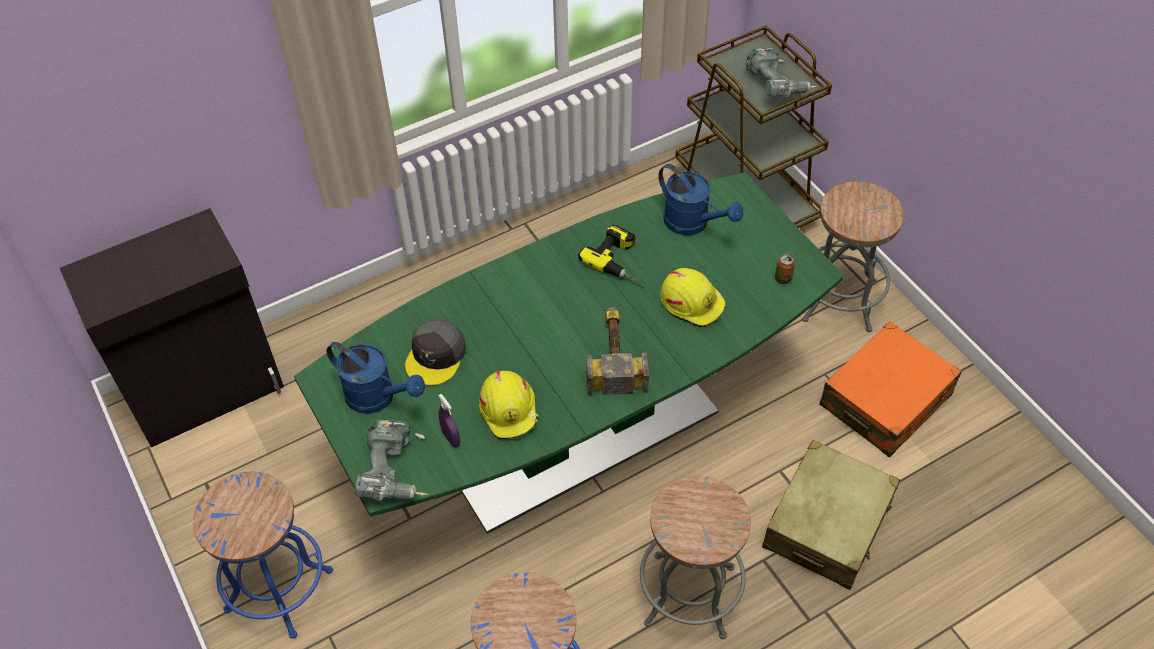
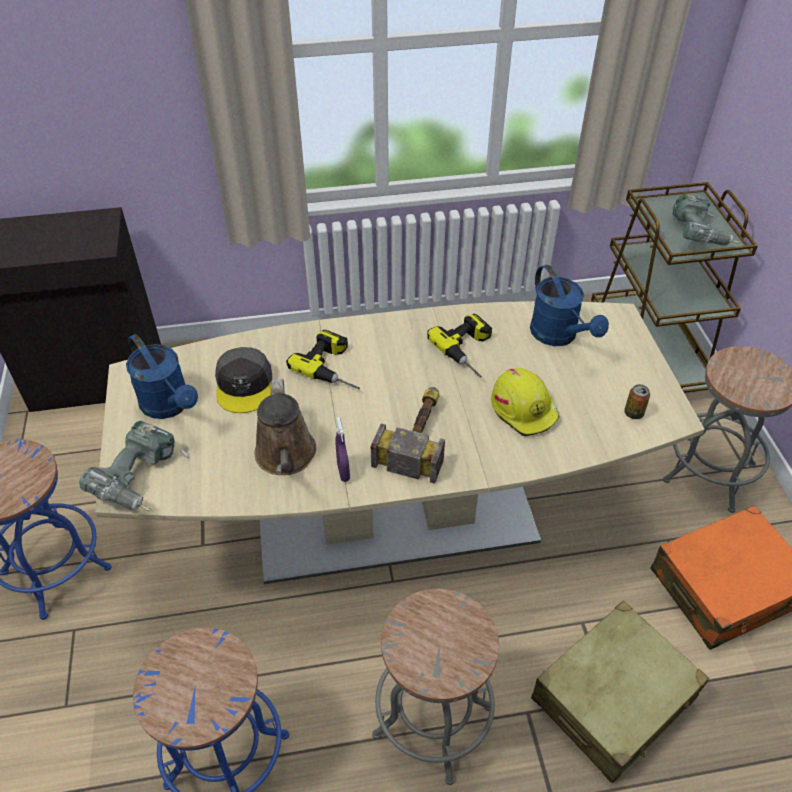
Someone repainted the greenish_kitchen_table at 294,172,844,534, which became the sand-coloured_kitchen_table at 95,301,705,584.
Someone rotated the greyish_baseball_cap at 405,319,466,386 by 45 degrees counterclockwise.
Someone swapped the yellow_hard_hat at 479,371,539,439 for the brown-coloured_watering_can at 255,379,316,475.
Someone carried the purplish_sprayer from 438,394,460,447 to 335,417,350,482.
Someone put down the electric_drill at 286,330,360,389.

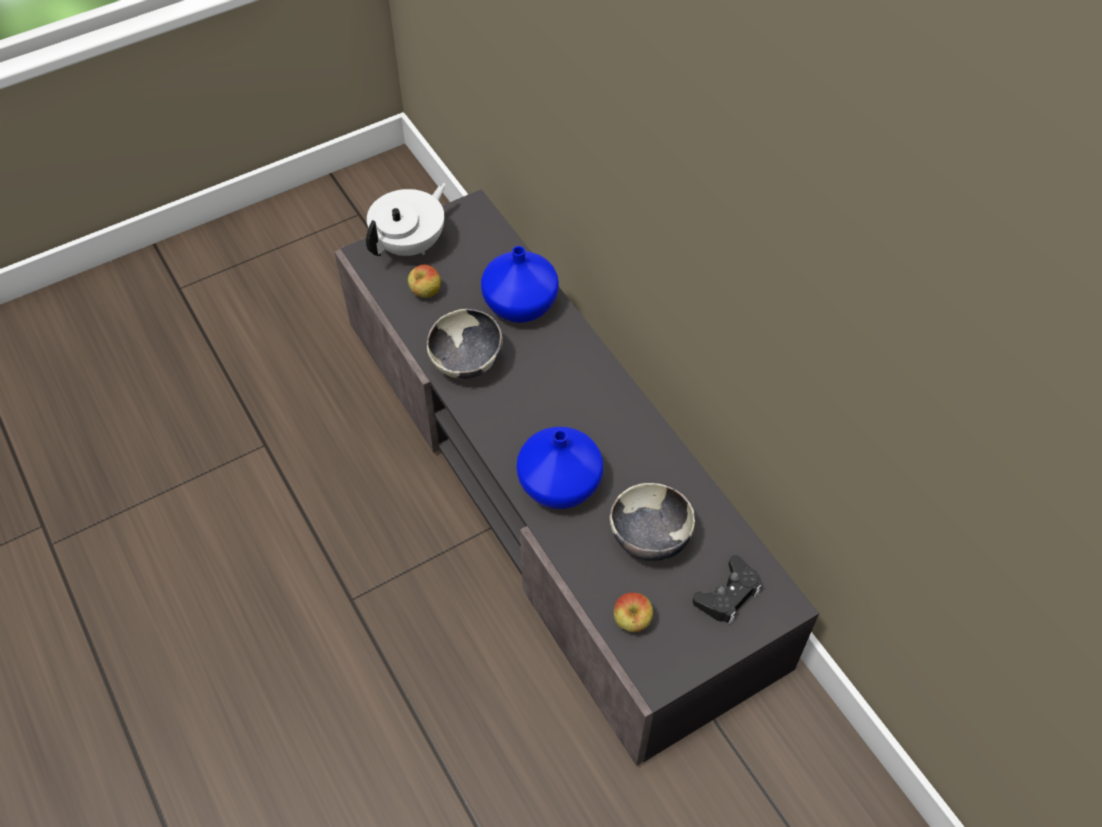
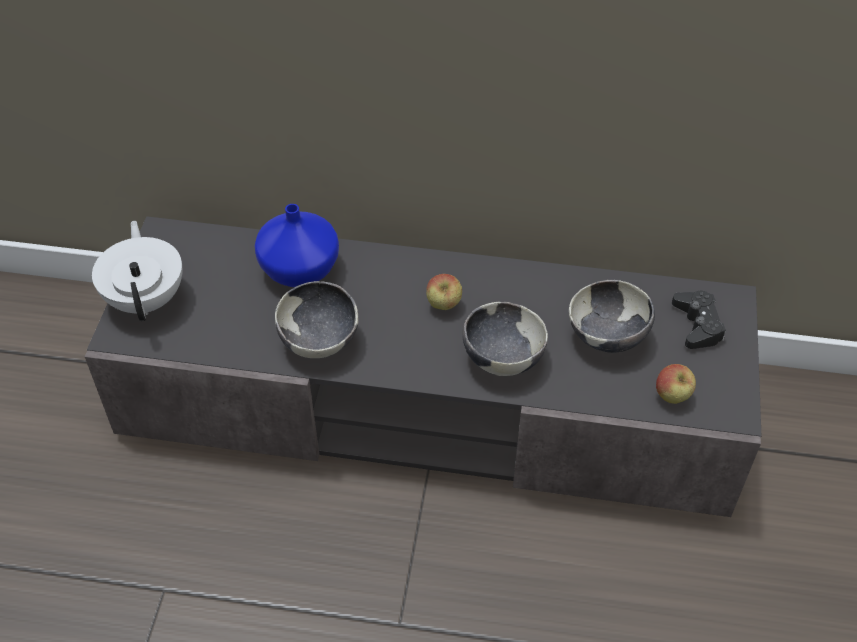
Someone carried the whole_apple from 408,265,441,298 to 426,274,462,310.
Someone swapped the blue_flower_vase at 516,427,603,509 for the deep_dish at 462,302,548,376.

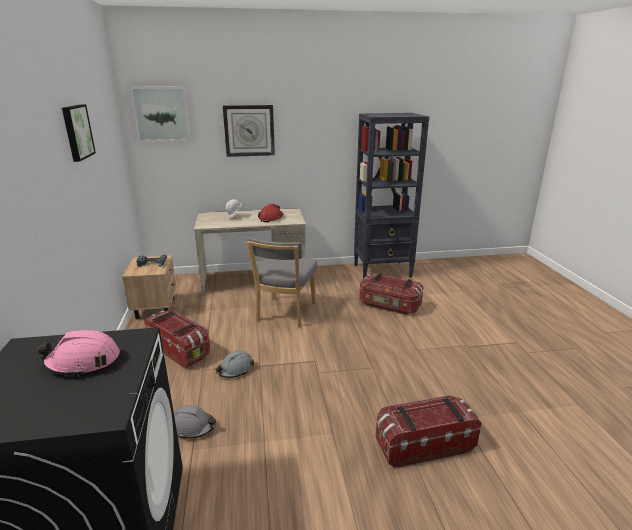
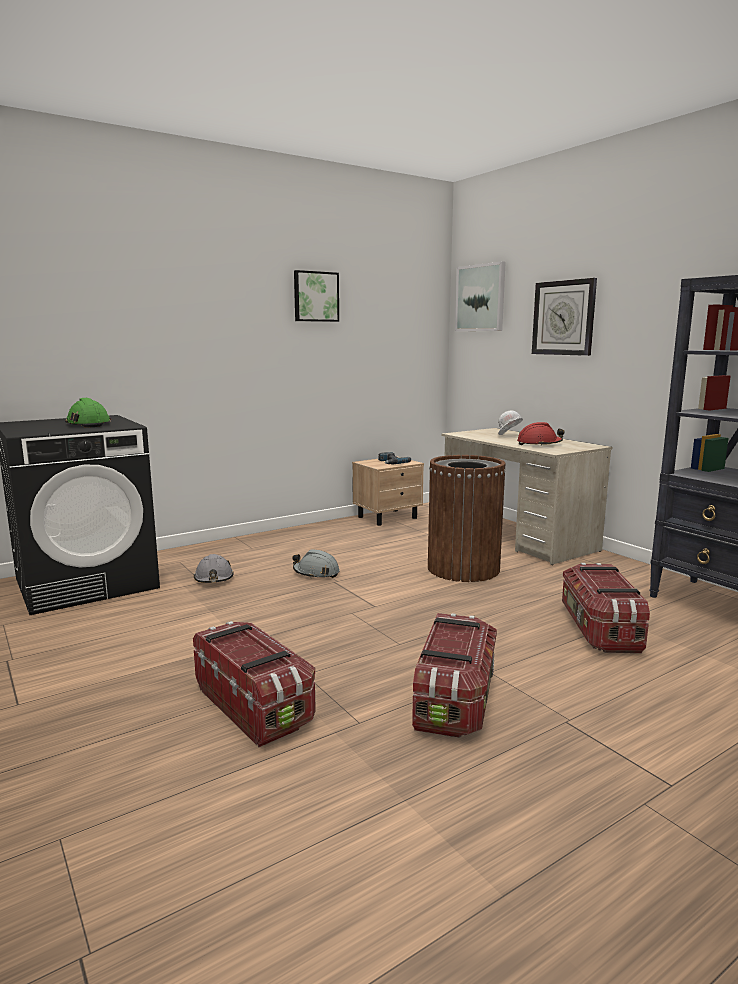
Someone swapped the greyish_plain_chair at 247,237,317,327 for the brown-coloured_waste_bin at 428,455,506,582.
Someone carried the storage_box from 144,310,210,368 to 412,613,497,738.
Someone repainted the pink_hard_hat at 38,330,120,377, which became the greenish_hard_hat at 65,398,111,428.

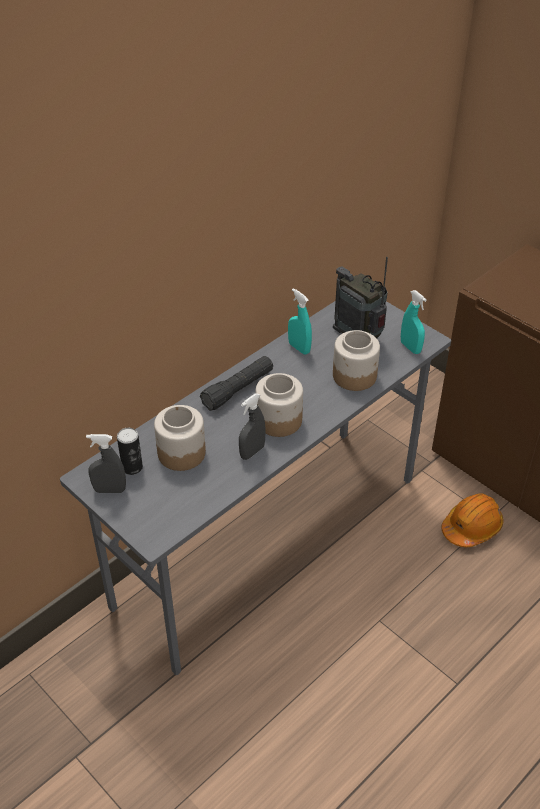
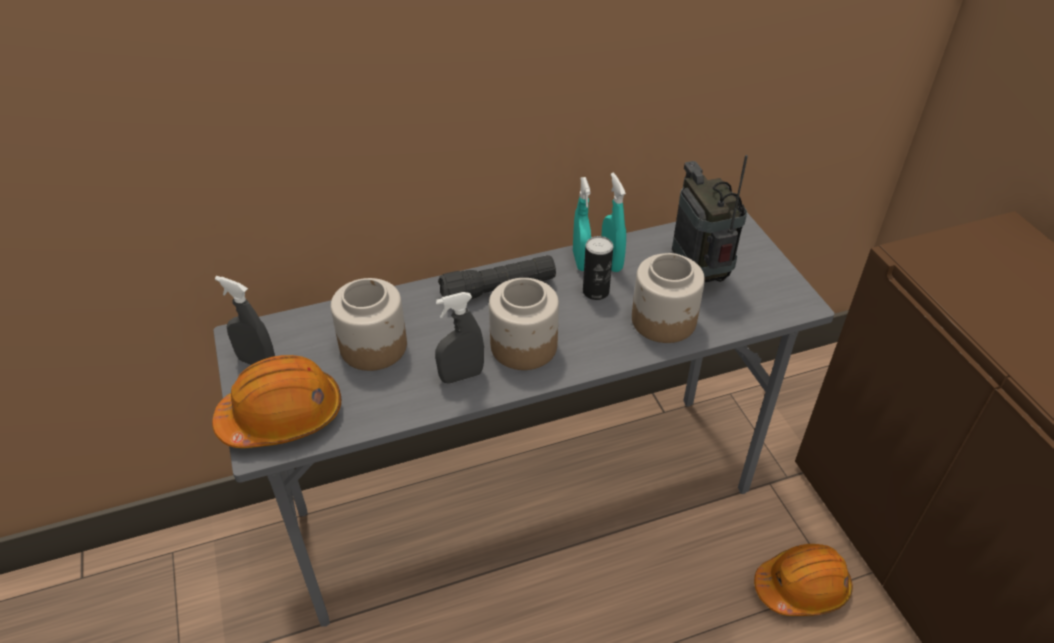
Someone carried the turquoise-coloured_sprayer from 401,290,427,354 to 573,177,591,271.
Someone carried the can from 117,428,143,475 to 583,236,613,300.
Someone put down the orange_hard_hat at 212,355,341,448.

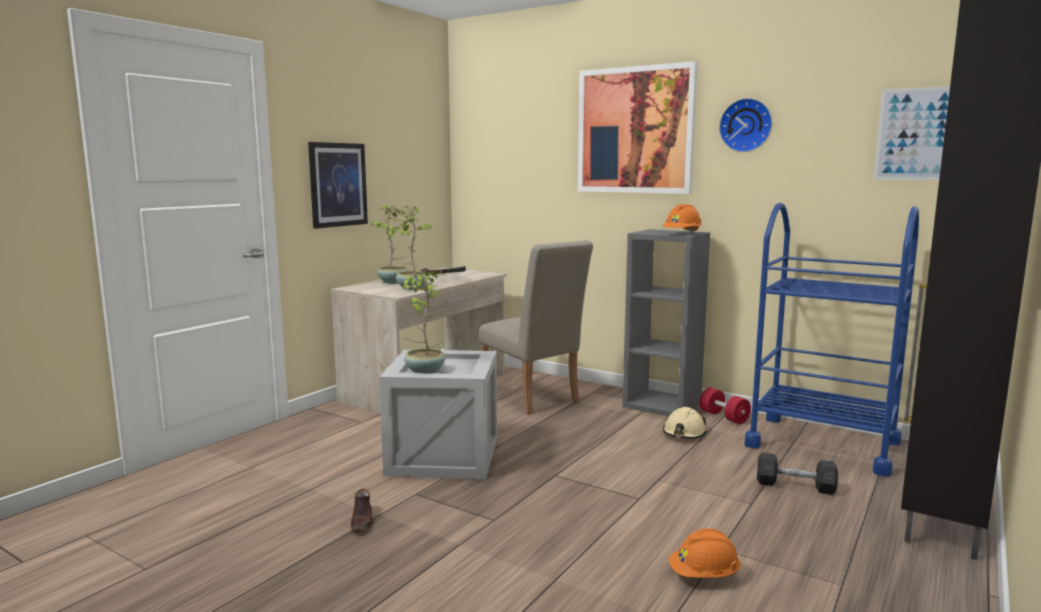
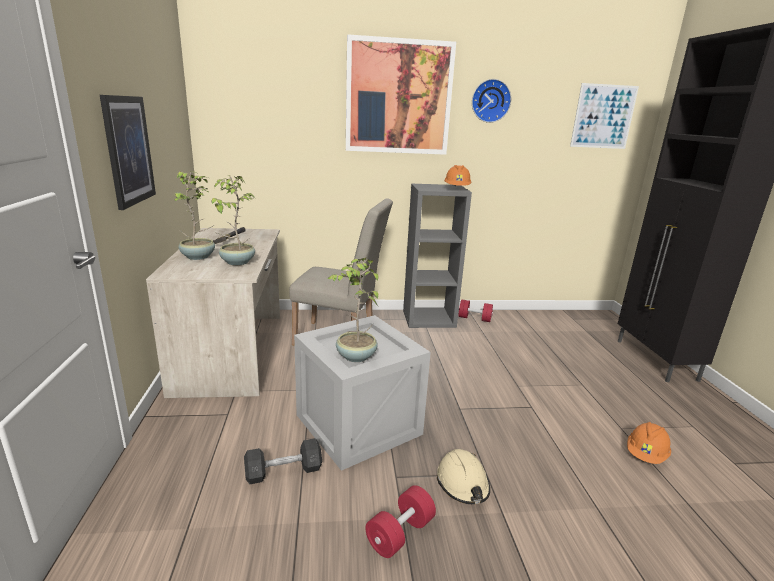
Someone took away the blue_cart at 745,203,919,477.
Someone carried the sand-coloured_hard_hat from 663,407,707,439 to 437,449,490,504.
Someone carried the greyish_free_weight from 757,452,838,495 to 244,438,322,484.
Someone swapped the brown-coloured_low_shoe at 351,489,373,530 for the red_free_weight at 365,485,436,558.

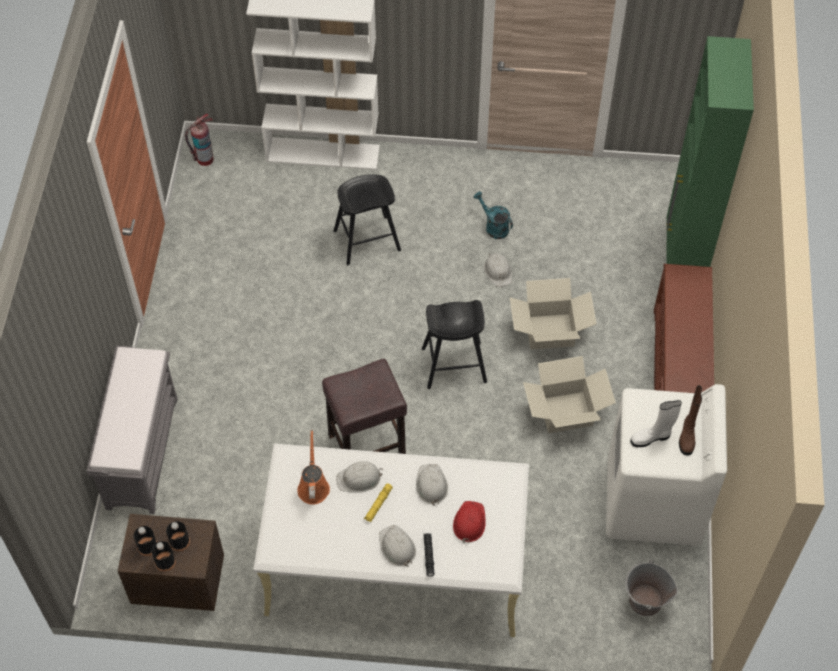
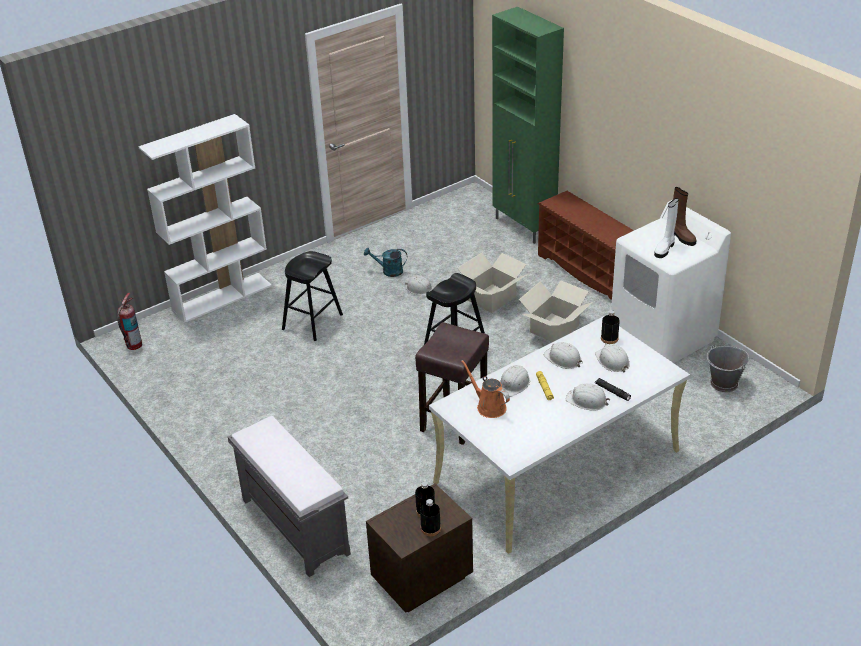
Someone repainted the red_hard_hat at 453,501,486,543, which became the whitish_hard_hat at 595,344,630,372.
Someone carried the black-coloured_drink_bottle from 134,526,157,556 to 601,310,620,344.

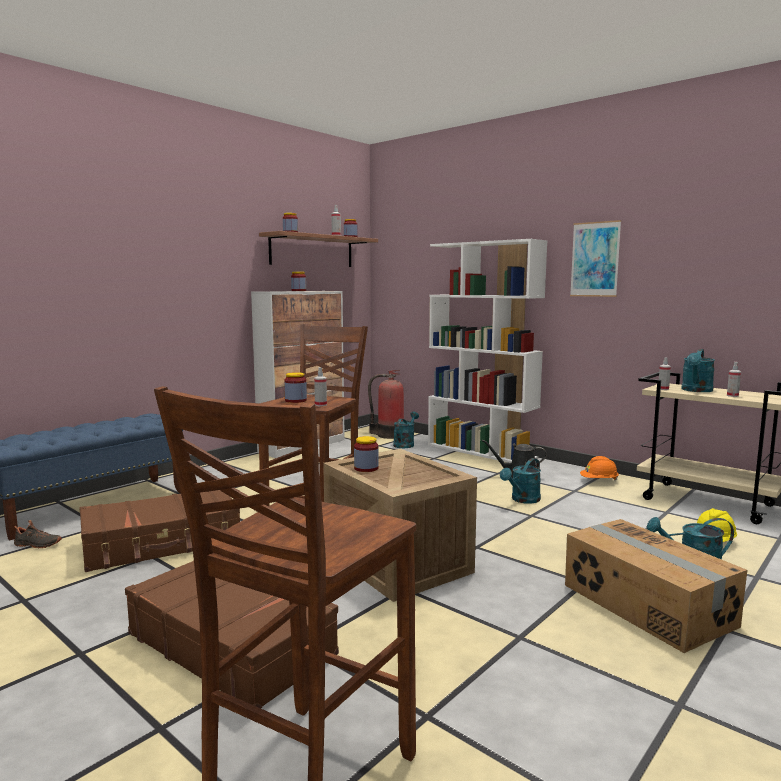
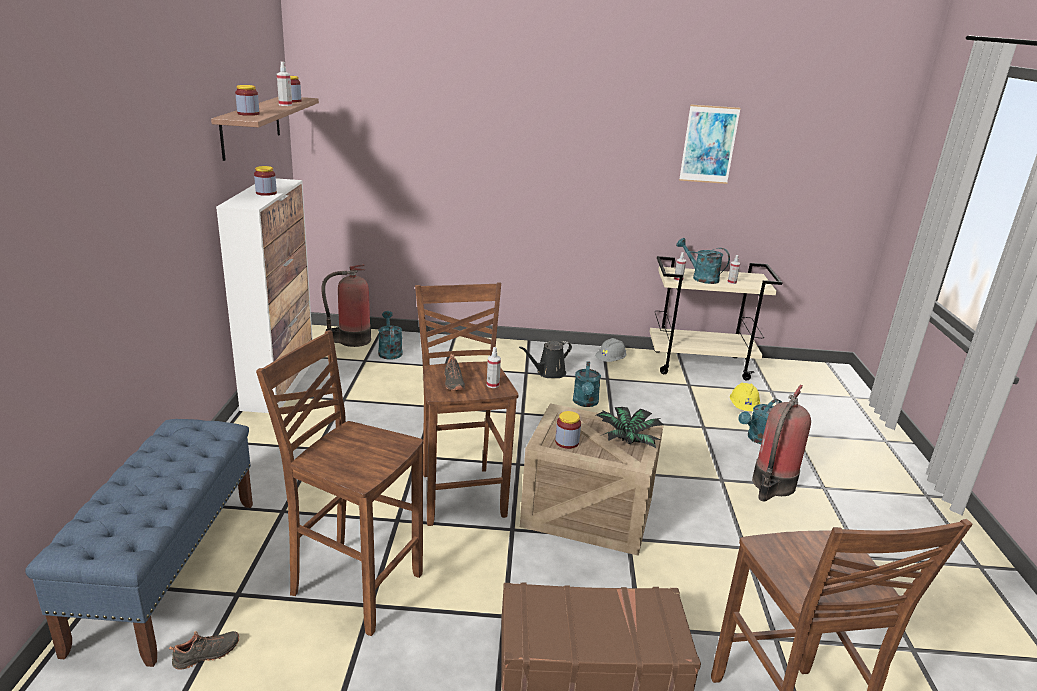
Someone carried the wall_picture from 570,220,621,297 to 679,104,741,184.
Someone took away the whitish_bookshelf at 428,239,547,463.
Someone rotated the turquoise-coloured_watering_can at 681,349,715,392 by 135 degrees clockwise.
Someone swapped the jar at 284,372,307,403 for the black-coloured_low_shoe at 444,354,465,390.
Someone repainted the orange_hard_hat at 580,456,619,481, which became the greyish_hard_hat at 595,338,626,362.
Someone swapped the brown-coloured_piece_of_luggage at 79,490,240,572 for the brown-coloured_stool_seat at 256,330,423,636.
Someone swapped the packing_box at 565,519,747,653 for the fire-fighting_cylinder at 752,385,811,502.
Someone put down the plant_in_a_pot at 596,407,663,448.

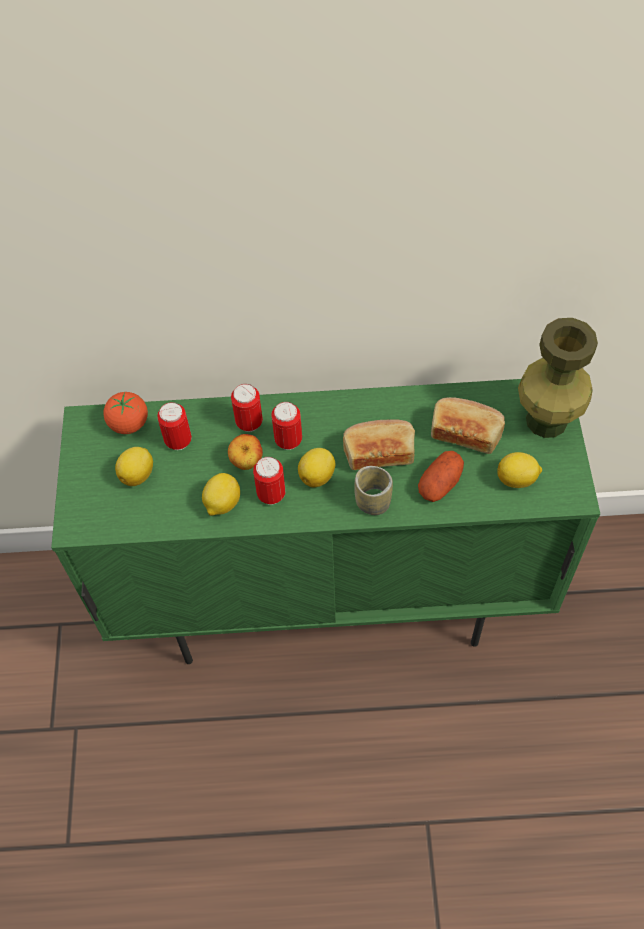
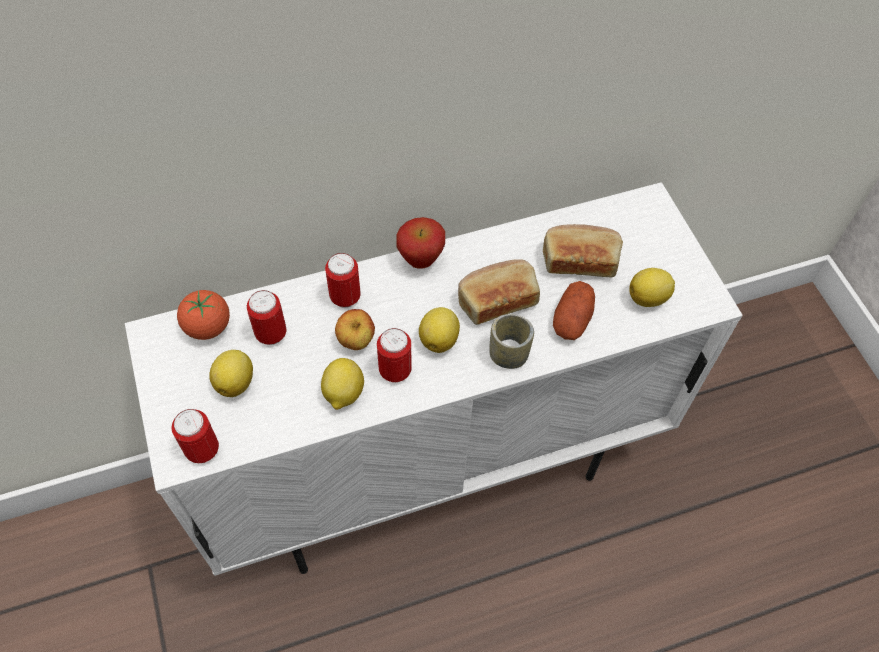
Someone took away the greenish_flower_vase at 518,318,598,438.
Someone repainted the greenish_storage_cabinet at 51,379,600,664, which became the whitish_storage_cabinet at 125,182,743,576.
Someone carried the can from 271,402,302,450 to 171,409,219,463.
Someone put down the whole_apple at 396,217,445,269.

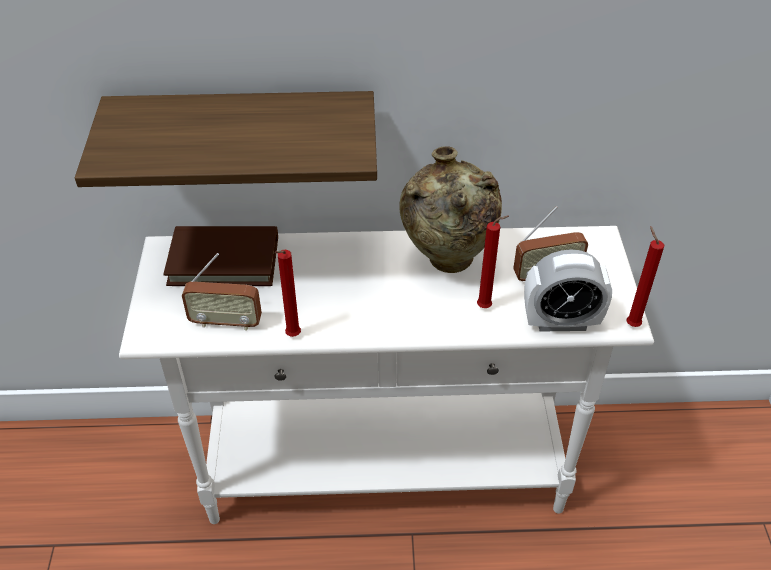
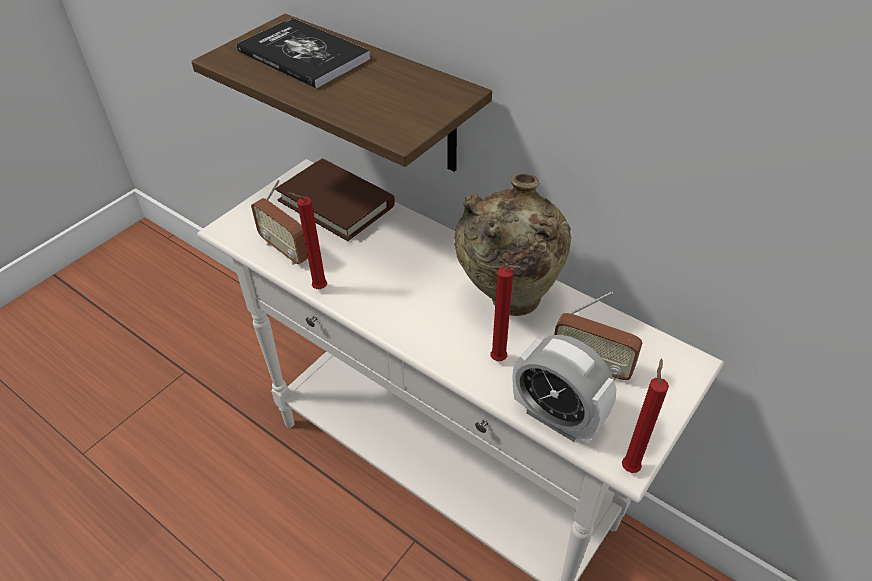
Someone put down the volume at 237,18,371,89.

